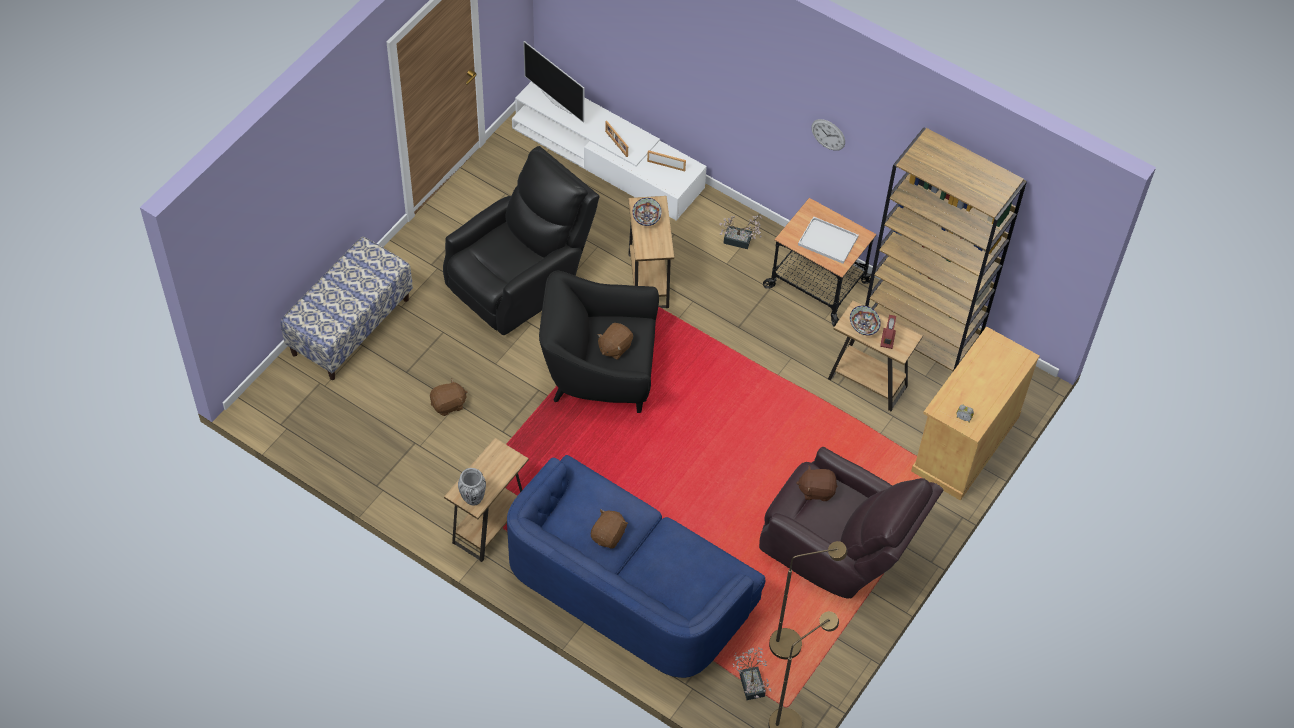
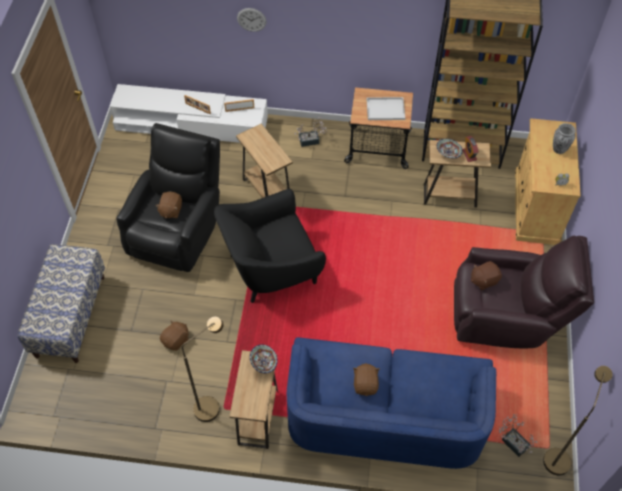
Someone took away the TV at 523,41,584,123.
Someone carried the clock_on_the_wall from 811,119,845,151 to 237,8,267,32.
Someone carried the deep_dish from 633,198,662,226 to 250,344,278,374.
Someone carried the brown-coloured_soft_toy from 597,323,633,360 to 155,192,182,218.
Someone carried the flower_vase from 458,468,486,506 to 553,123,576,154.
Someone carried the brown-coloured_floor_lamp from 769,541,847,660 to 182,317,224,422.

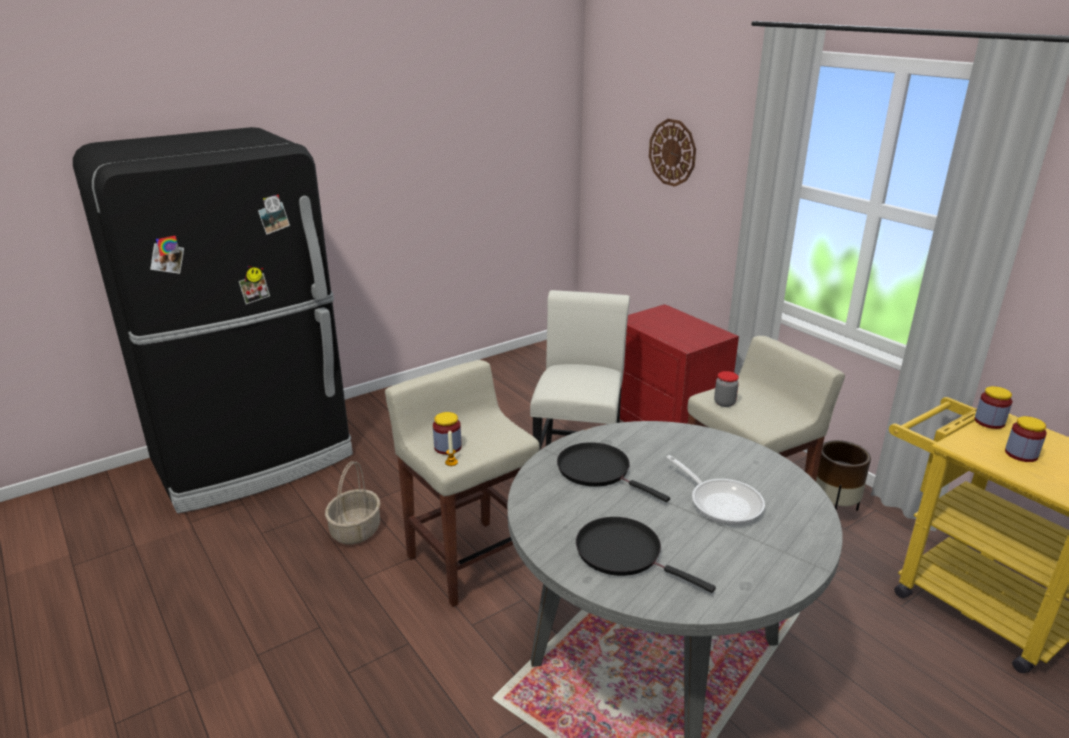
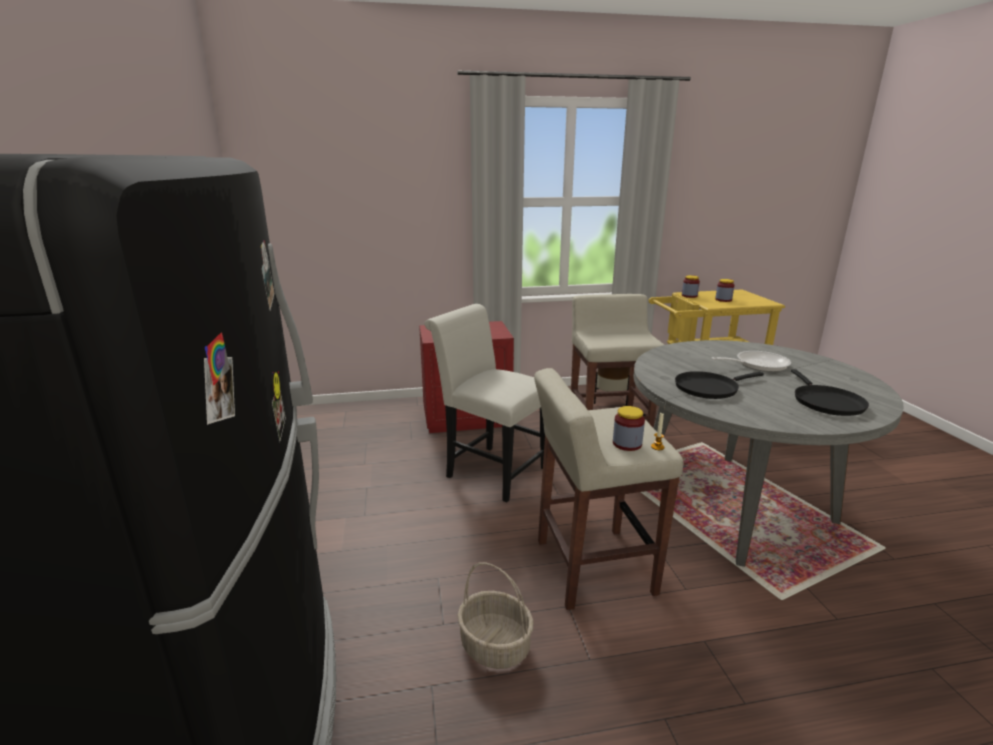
Someone took away the clock_on_the_wall at 649,119,696,187.
Someone took away the jar at 714,371,739,407.
Someone rotated the black-coloured_skillet at 576,517,716,593 by 60 degrees counterclockwise.

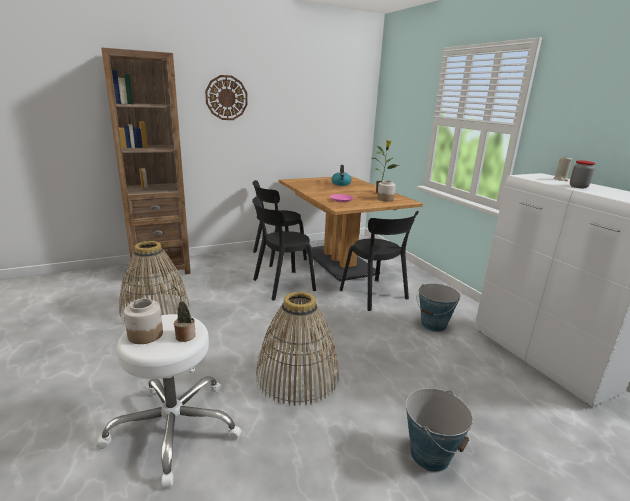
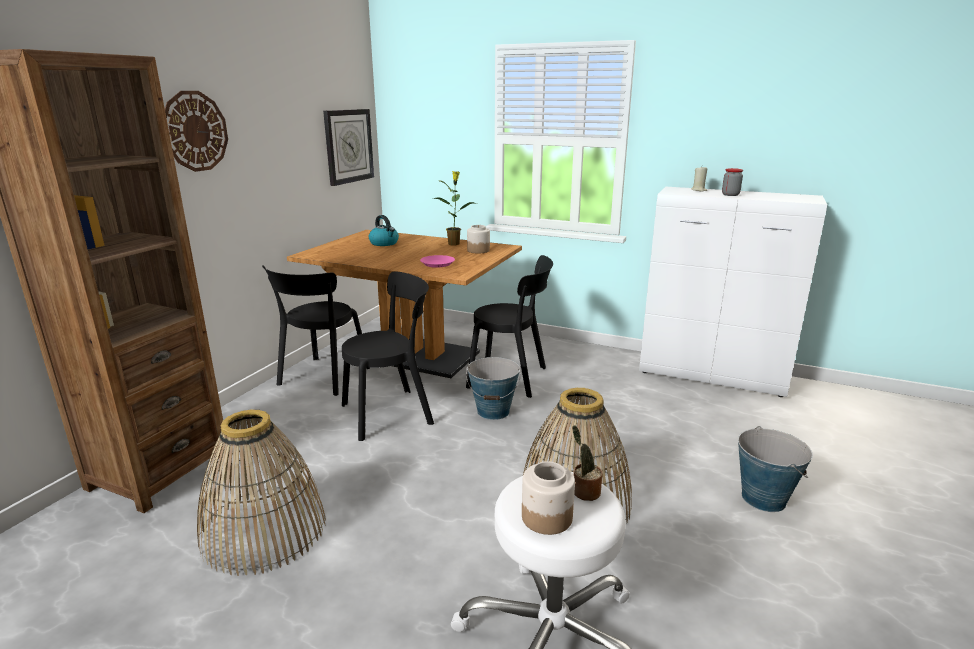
Someone rotated the black-coloured_plain_chair at 252,197,316,301 by 135 degrees counterclockwise.
Someone carried the bucket from 417,284,460,332 to 466,357,521,420.
Someone put up the clock_on_the_wall at 323,109,374,186.

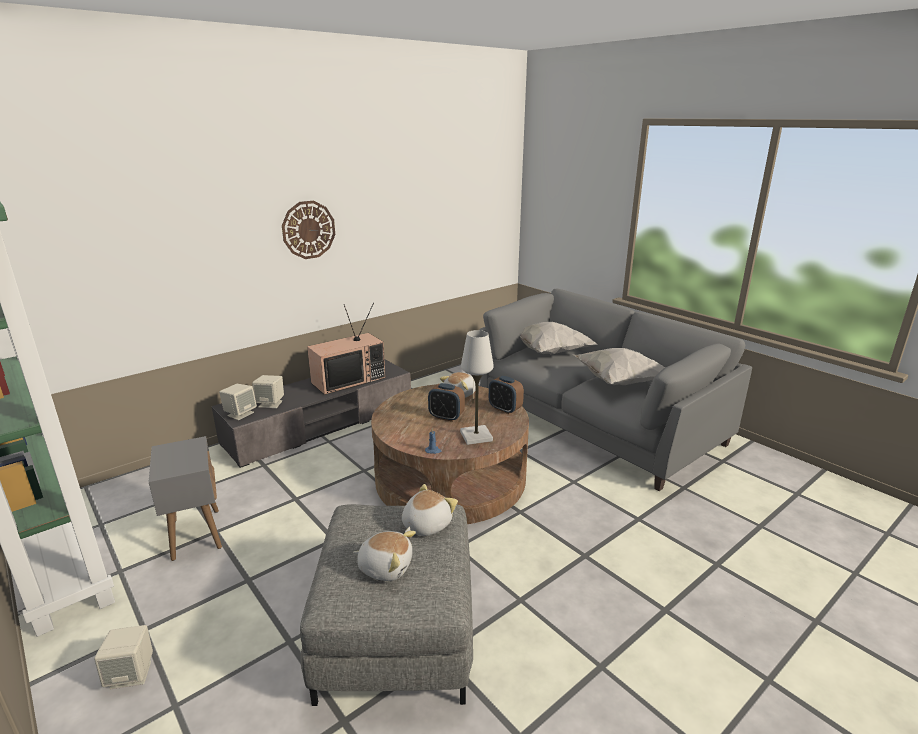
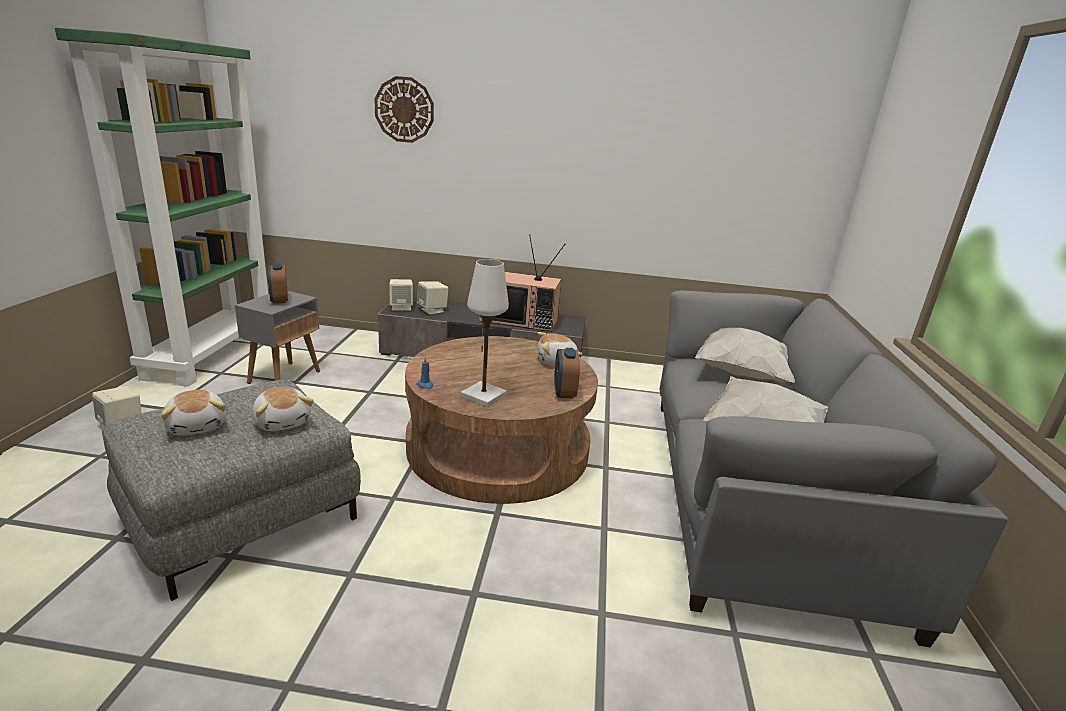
Someone carried the clock_on_the_wall from 282,201,335,259 to 374,76,434,143.
Someone carried the table_clock from 428,383,465,422 to 267,263,288,304.
Someone rotated the soft_toy at 402,484,458,536 by 60 degrees clockwise.

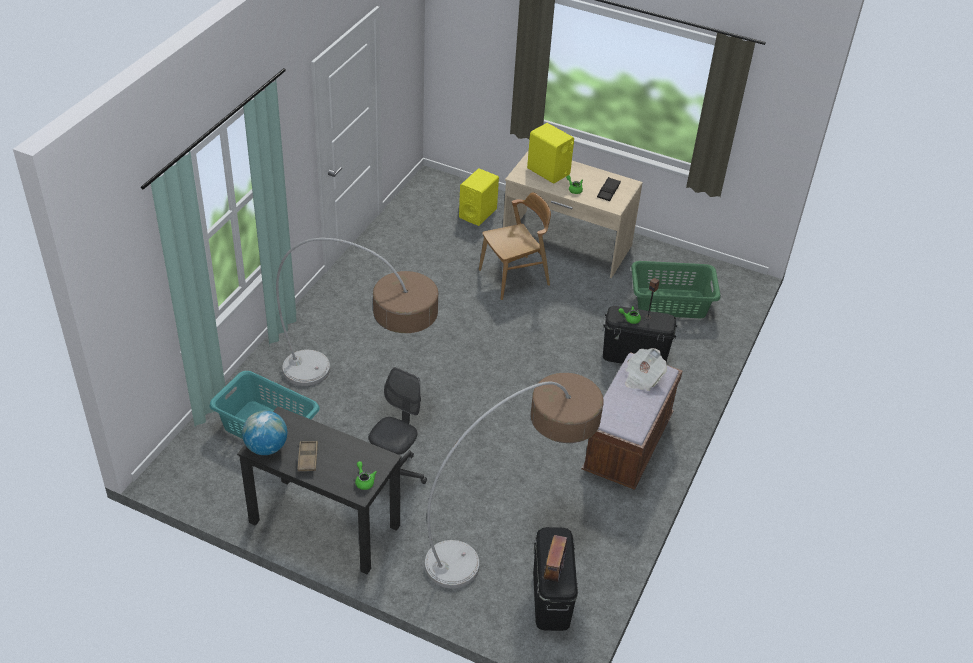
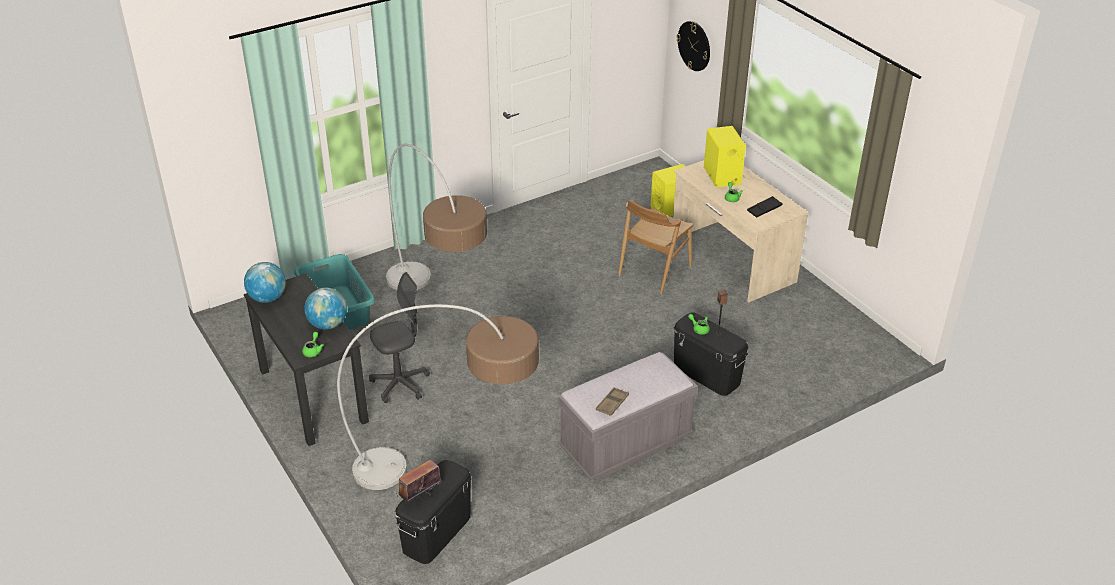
Someone rotated the brown-coloured_plain_chair at 479,192,551,300 by 120 degrees clockwise.
Someone took away the greenish_hamper at 631,261,720,318.
Someone took away the newspaper at 625,348,667,391.
Someone repainted the brown-coloured_bench at 582,352,683,490, which became the greyish_bench at 558,352,698,481.
Someone carried the brown-coloured_serving_tray from 297,441,318,471 to 596,387,629,416.
Someone put up the clock_on_the_wall at 676,21,710,71.
Someone put down the world_globe at 304,288,347,330.

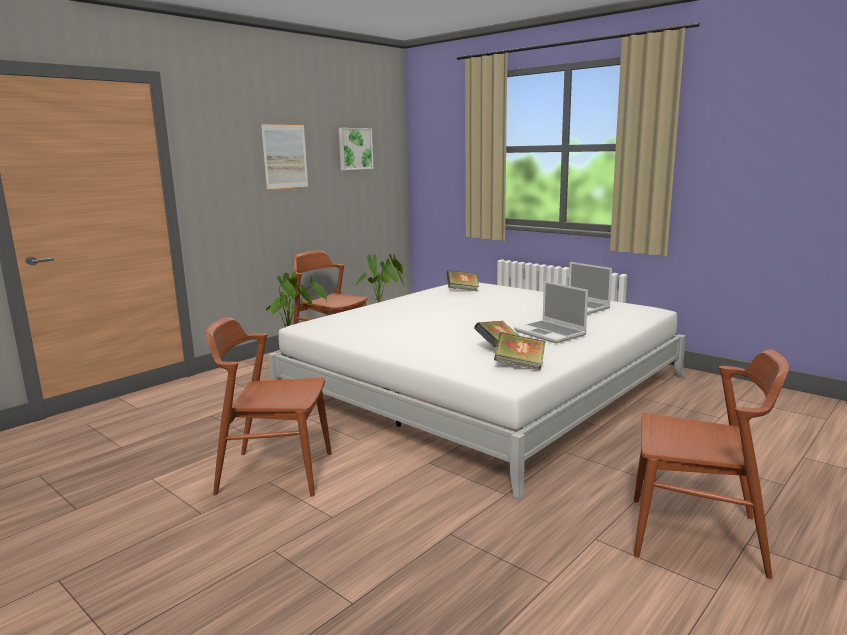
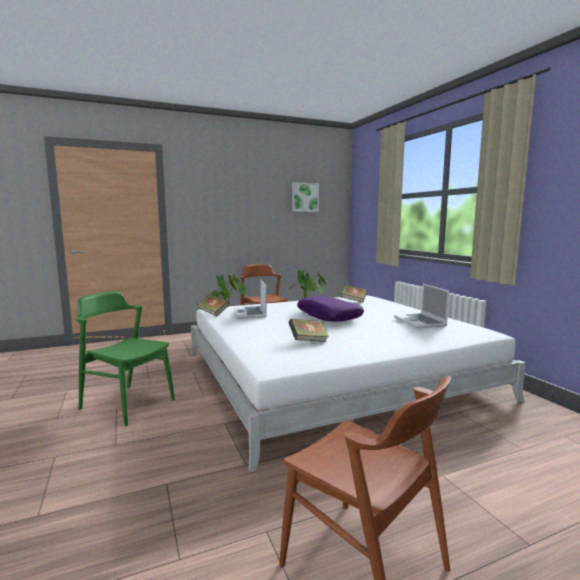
Someone took away the wall_picture at 261,123,309,191.
Someone carried the portable_computer from 514,281,588,343 to 234,279,267,319.
Someone repainted the brown-coloured_plain_chair at 206,317,332,497, which became the greenish_plain_chair at 76,291,175,426.
Someone carried the volume from 494,332,546,370 to 197,294,230,316.
Someone put down the purplish_throw_pillow at 297,296,364,322.

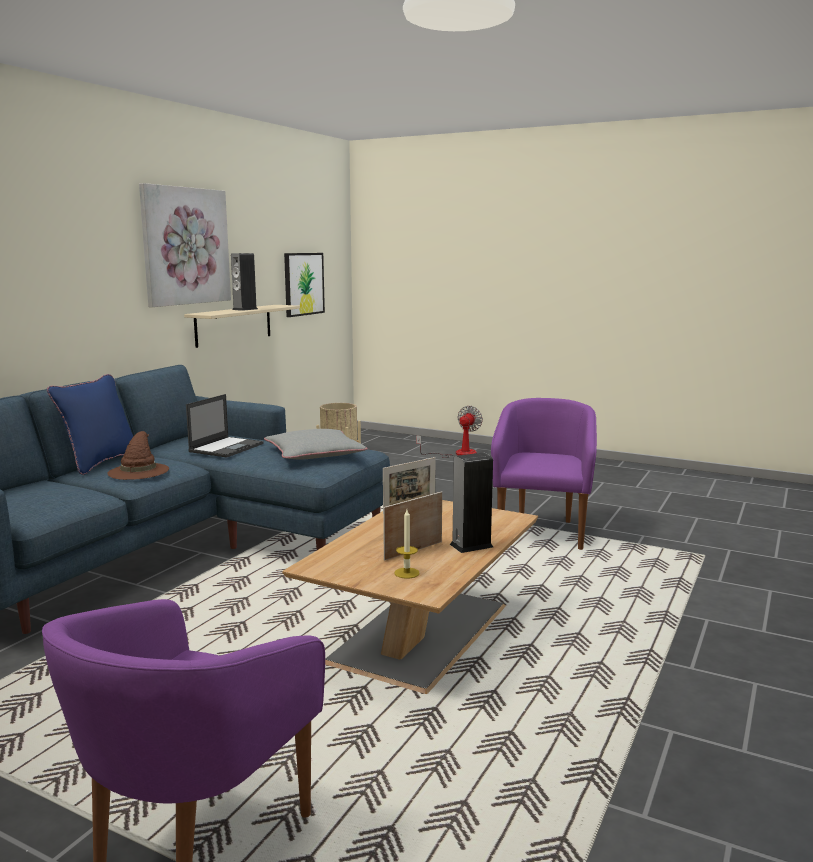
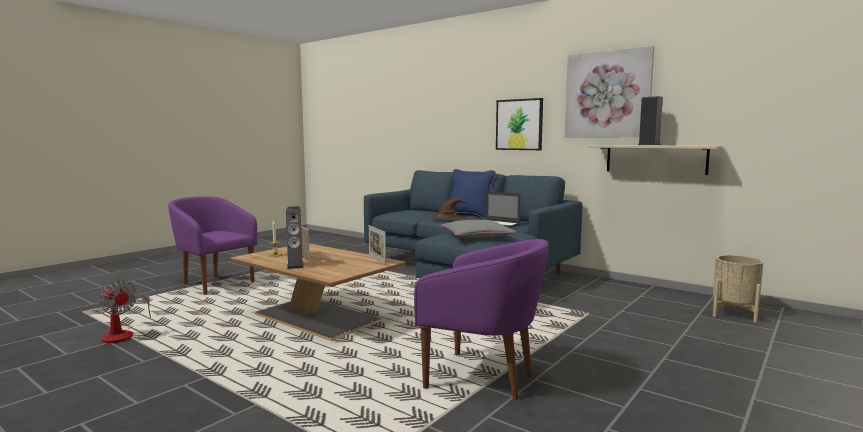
Someone carried the wall_picture from 284,253,325,317 to 496,98,543,150.
Someone carried the fan from 416,406,483,458 to 100,281,151,343.

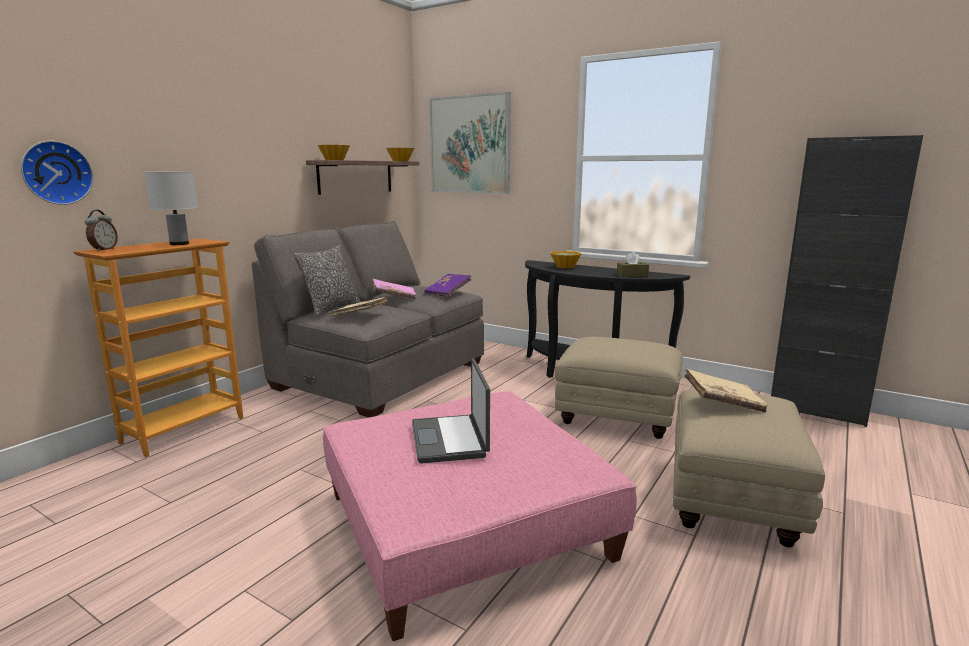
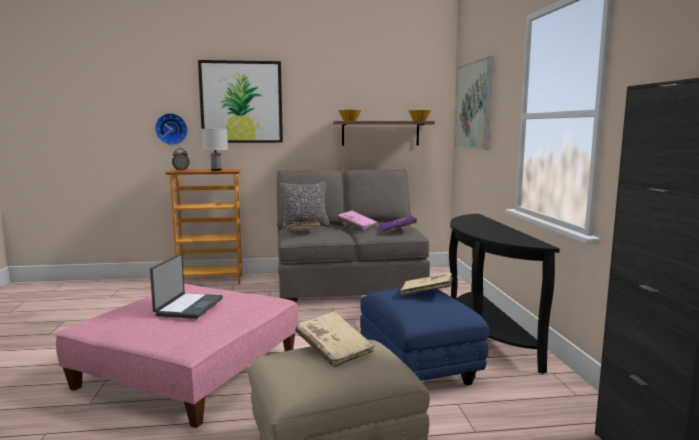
Someone took away the deep_dish at 550,251,582,268.
Someone took away the brown-coloured_box_of_tissues at 617,252,649,277.
Someone repainted the sand-coloured_pouffe at 555,337,683,439, which became the blue_pouffe at 360,288,489,385.
Someone rotated the portable_computer at 412,359,490,464 by 150 degrees clockwise.
Someone put up the wall_picture at 198,60,283,143.
Someone put down the sand-coloured_volume at 400,273,453,295.

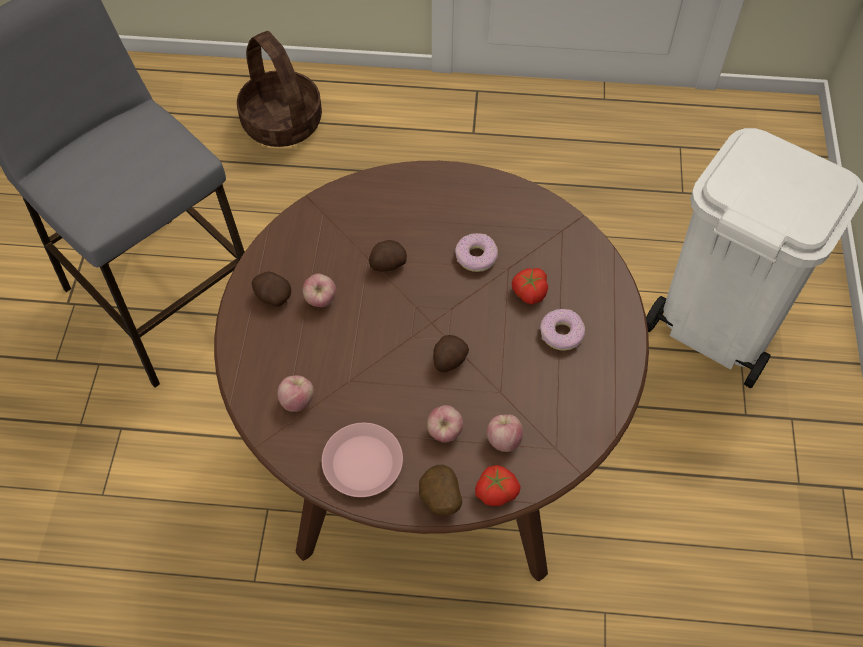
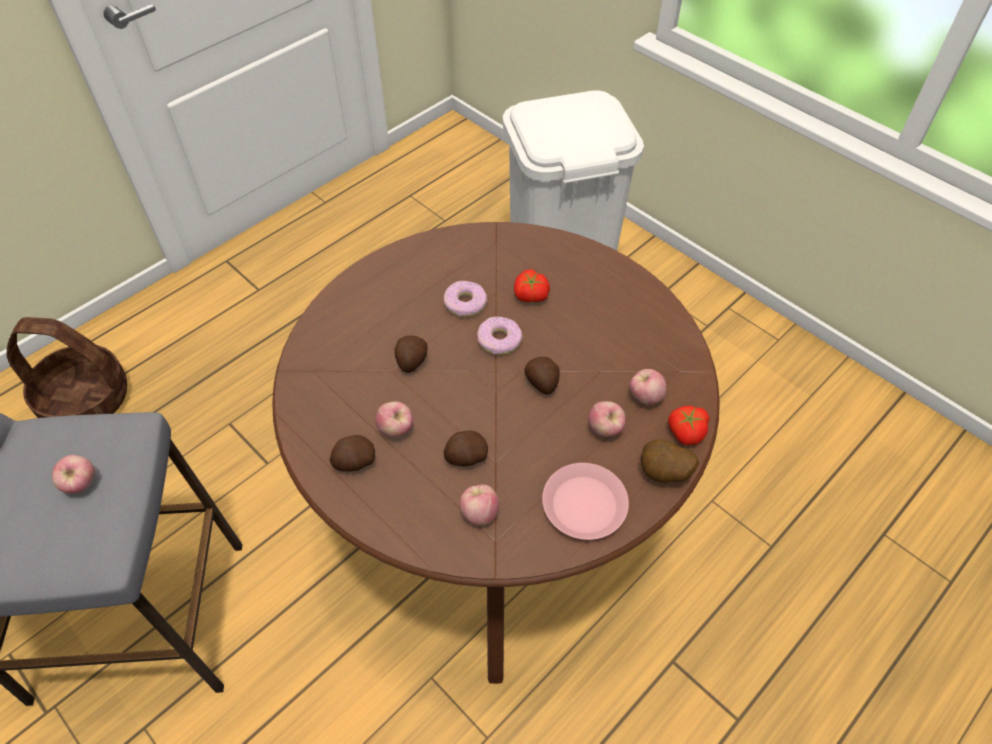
Someone carried the ring_doughnut from 540,309,585,351 to 477,317,523,355.
Someone put down the whole_potato at 443,430,488,466.
Someone put down the whole_apple at 52,455,95,493.

